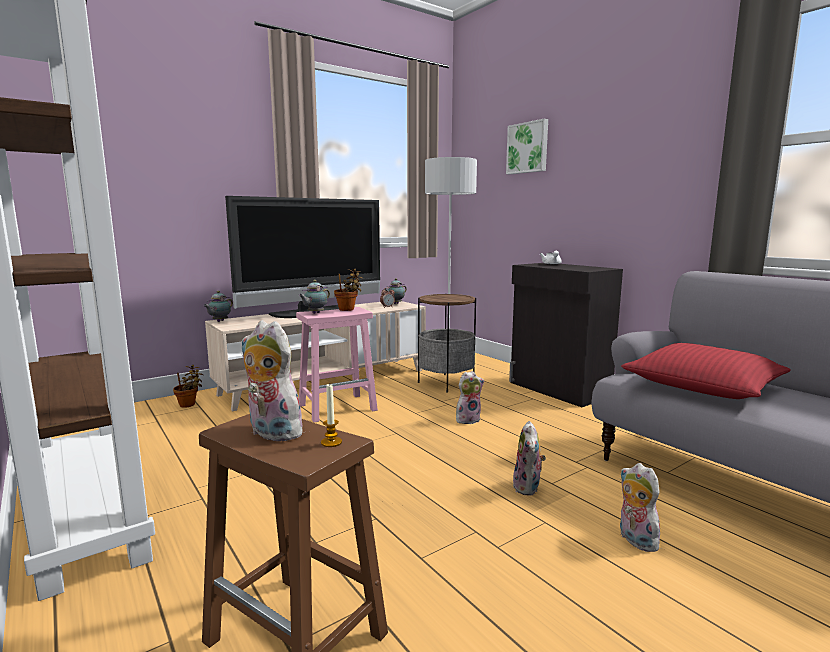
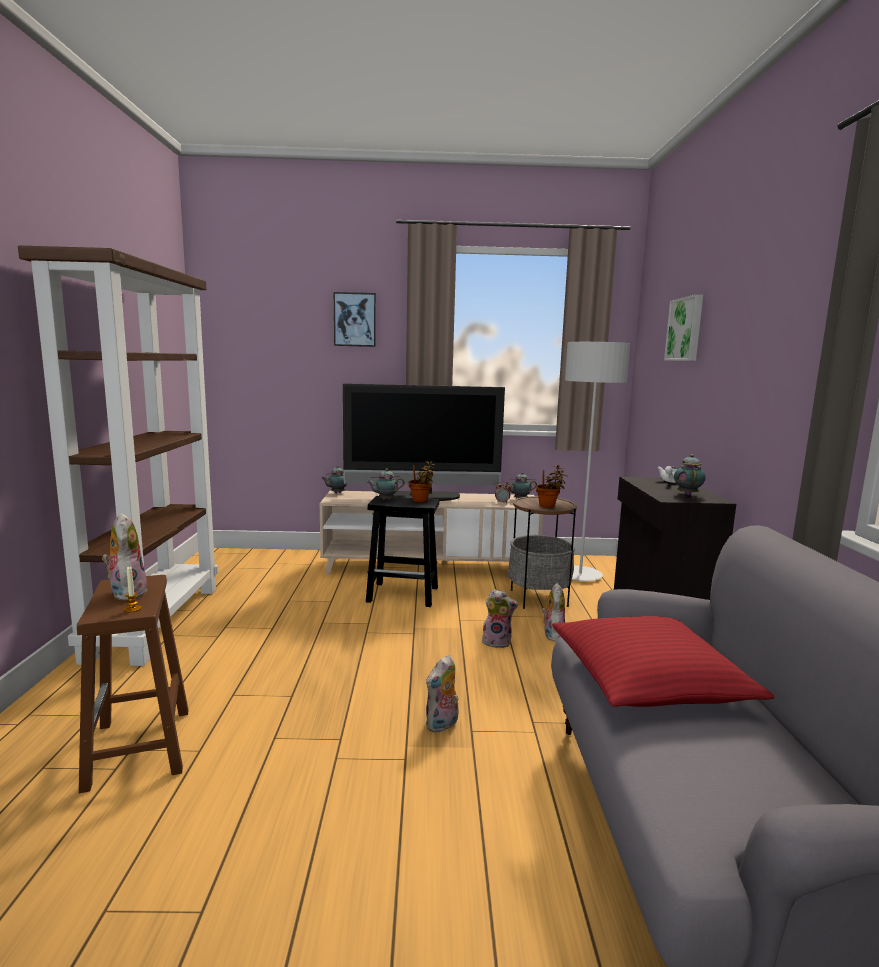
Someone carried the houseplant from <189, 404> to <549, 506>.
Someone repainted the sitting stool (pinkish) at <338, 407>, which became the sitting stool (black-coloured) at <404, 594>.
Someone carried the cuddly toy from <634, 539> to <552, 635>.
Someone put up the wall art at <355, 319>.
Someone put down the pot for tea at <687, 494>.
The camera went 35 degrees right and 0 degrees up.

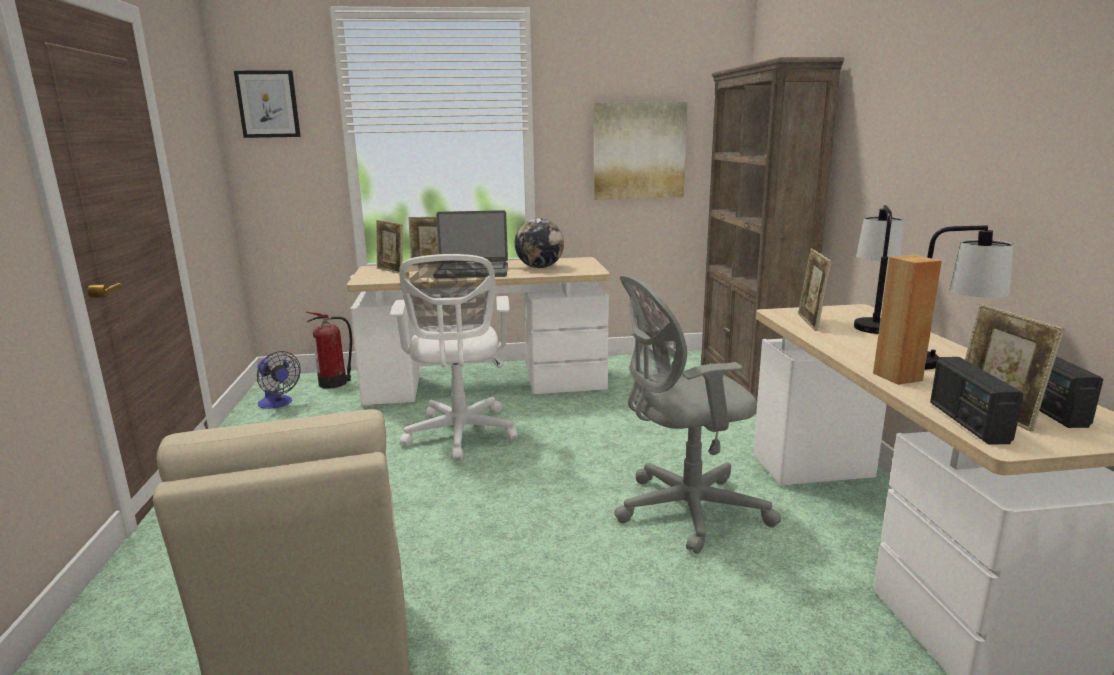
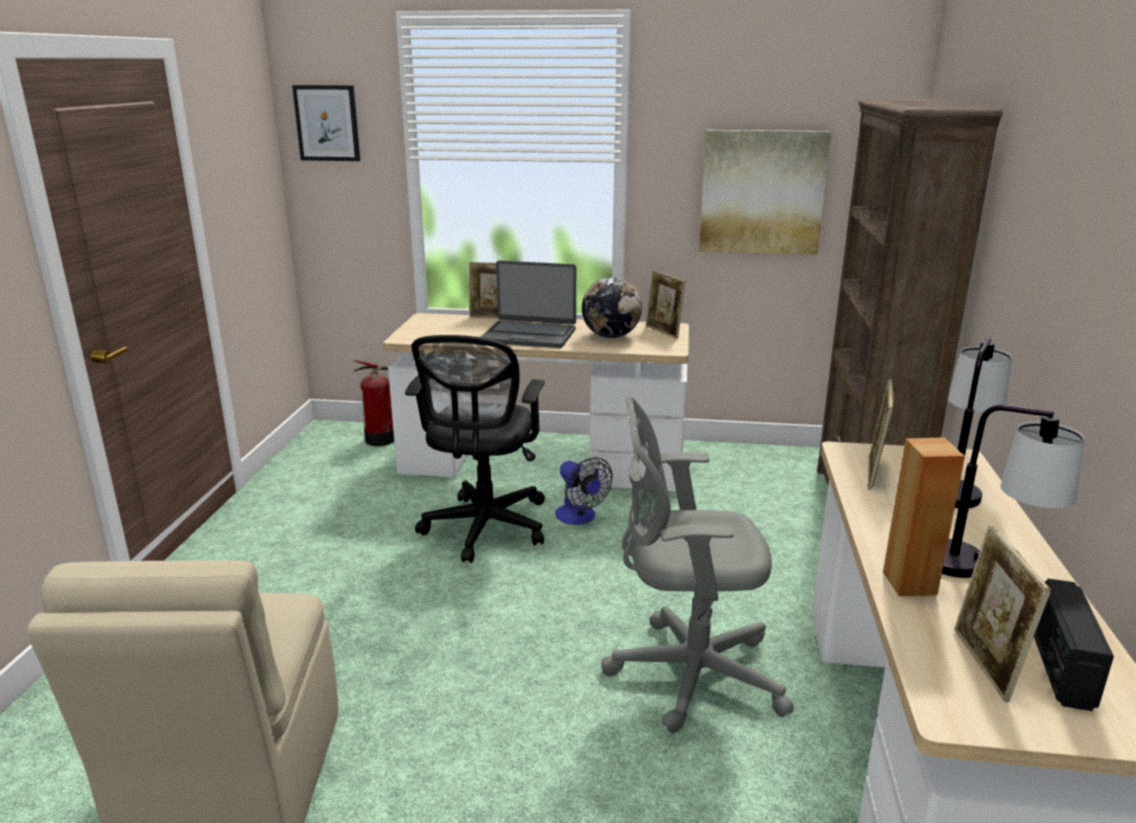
Someone carried the cooling fan from <278, 404> to <579, 518>.
Someone carried the standing frame from <391, 271> to <663, 332>.
Someone repainted the desk chair (whitish) at <460, 435>, which became the desk chair (black-coloured) at <484, 529>.
Someone took away the radio at <967, 422>.
The camera went 15 degrees right and 5 degrees up.

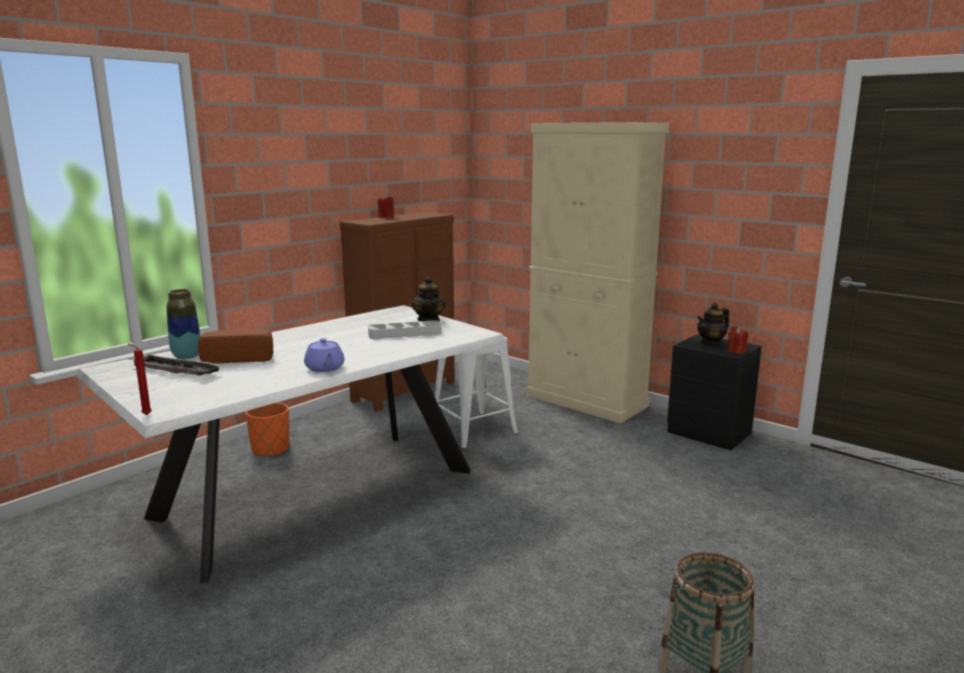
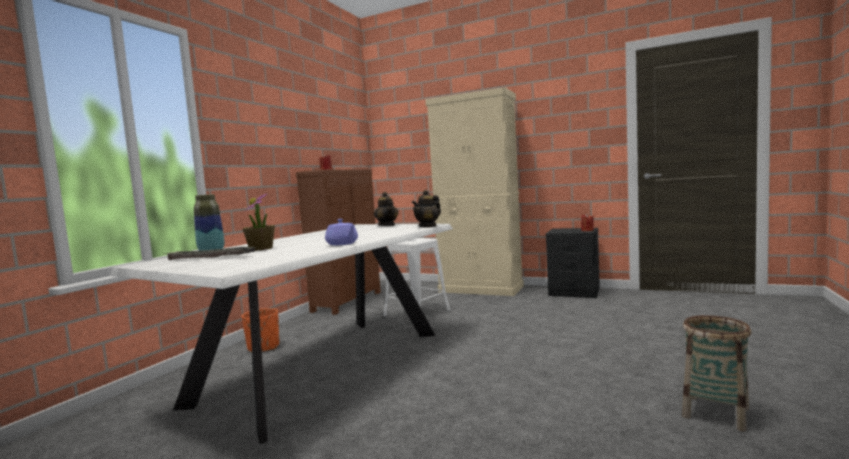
Someone took away the wax candle (reddish) at <145, 415>.
Someone swapped the bread at <239, 358> for the houseplant at <261, 248>.
Someone took away the carrying tray (greyish) at <405, 334>.
Someone carried the pot for tea from <711, 343> to <428, 226>.
The camera went 15 degrees left and 10 degrees down.

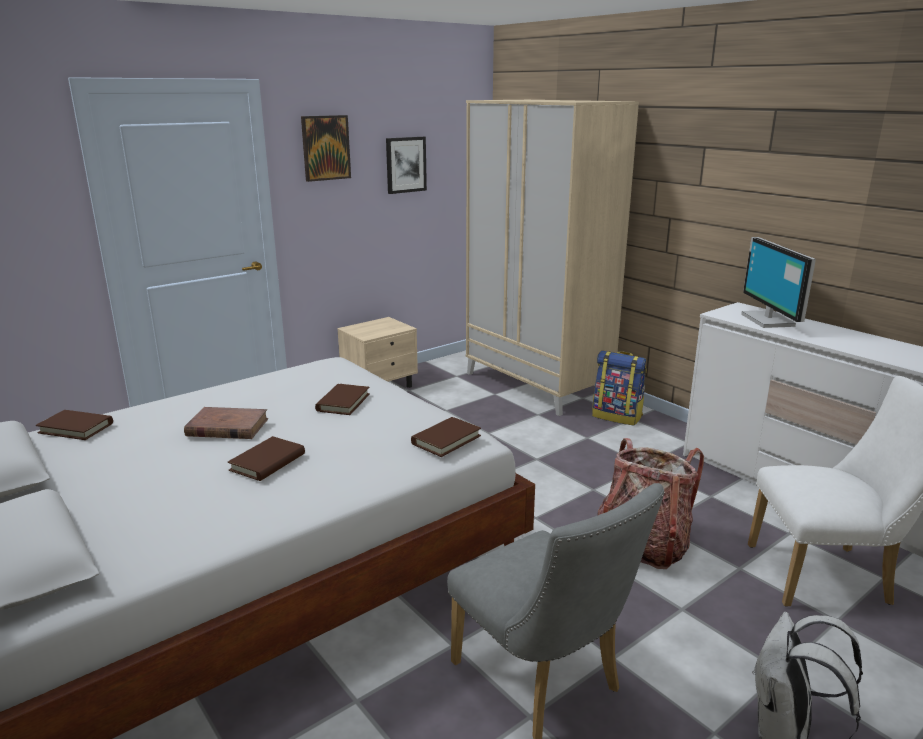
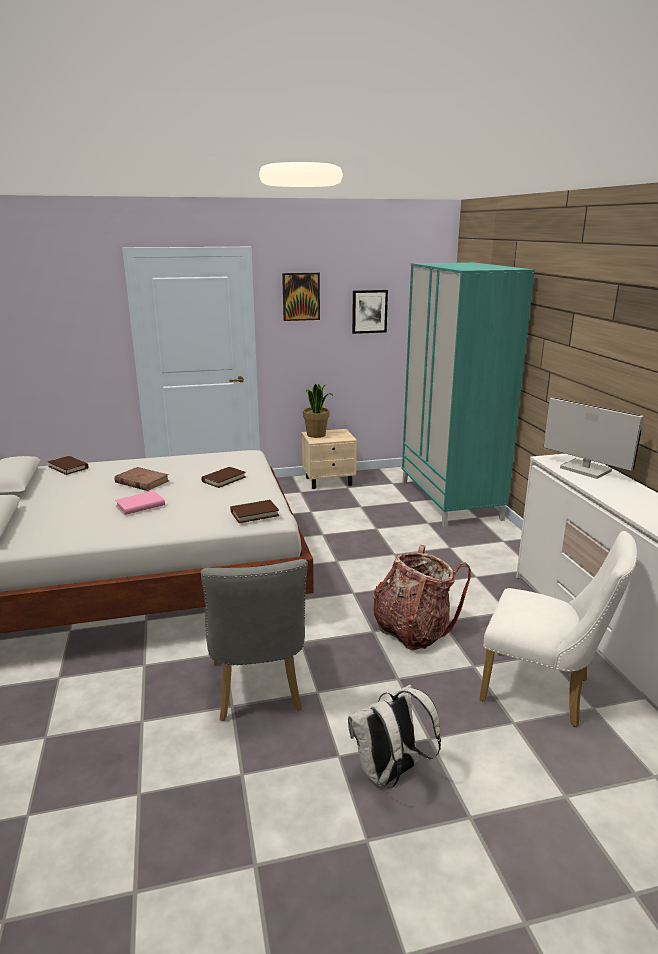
Someone repainted the volume (brownish) at <267, 462>, which became the volume (pinkish) at <140, 505>.
Someone repainted the armoire (beige) at <538, 384>, which became the armoire (blue-green) at <450, 500>.
Someone took away the knapsack at <617, 416>.
Someone rotated the computer display at <769, 320> by 120 degrees clockwise.
Someone put down the houseplant at <316, 435>.
The camera went 25 degrees right and 0 degrees up.

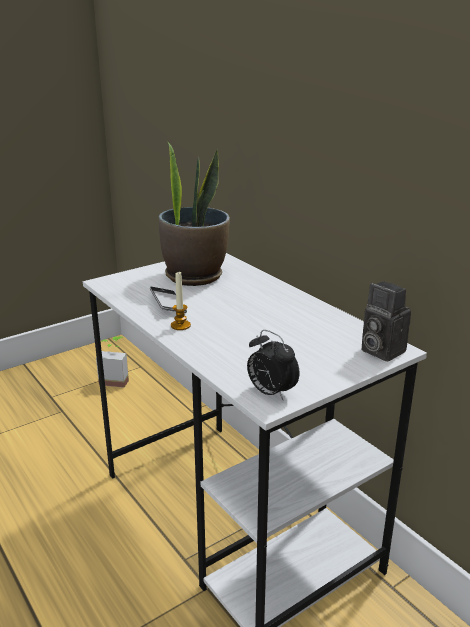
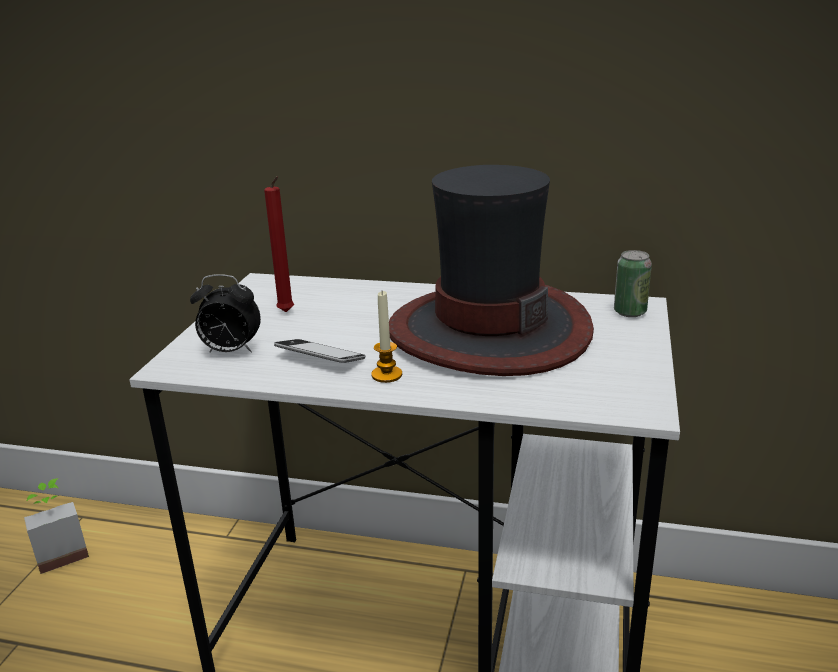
Someone swapped the houseplant at <194, 276> for the wax candle (reddish) at <287, 313>.
Someone carried the alarm clock from <270, 393> to <230, 351>.
Someone swapped the still camera at <379, 350> for the sealed can at <630, 312>.
Someone put down the clothing hat at <488, 330>.
The camera went 40 degrees left and 0 degrees up.

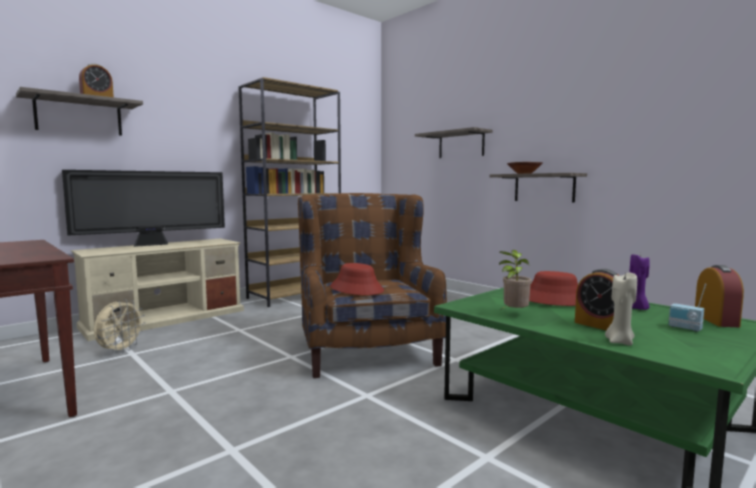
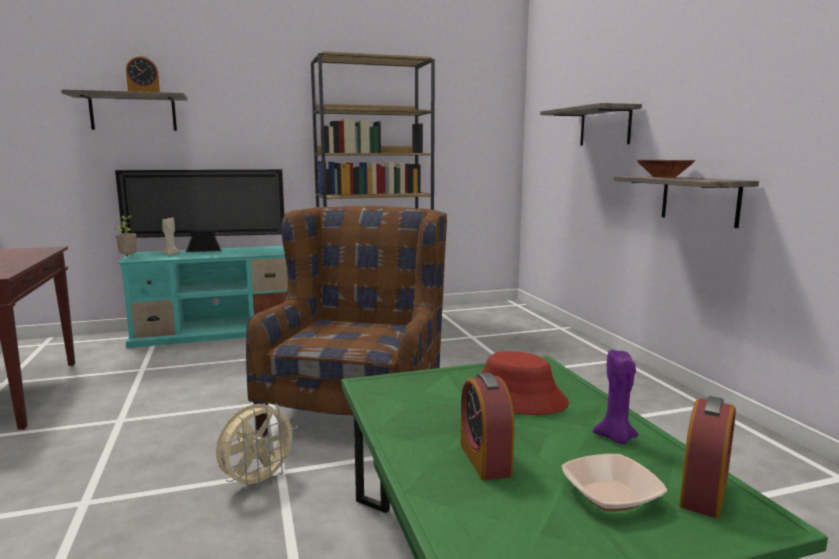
Someone repainted the media console (beige) at <166, 318>, which became the media console (blue-green) at <218, 331>.
Someone carried the cooling fan (beige) from <120, 350> to <258, 482>.
Someone took away the clothing hat (reddish) at <357, 289>.
Someone carried the houseplant from <513, 314> to <128, 258>.
Someone carried the wax candle (beige) from <619, 342> to <171, 254>.
Someone swapped the radio at <685, 328> for the deep dish at <611, 495>.
The camera went 25 degrees right and 5 degrees up.

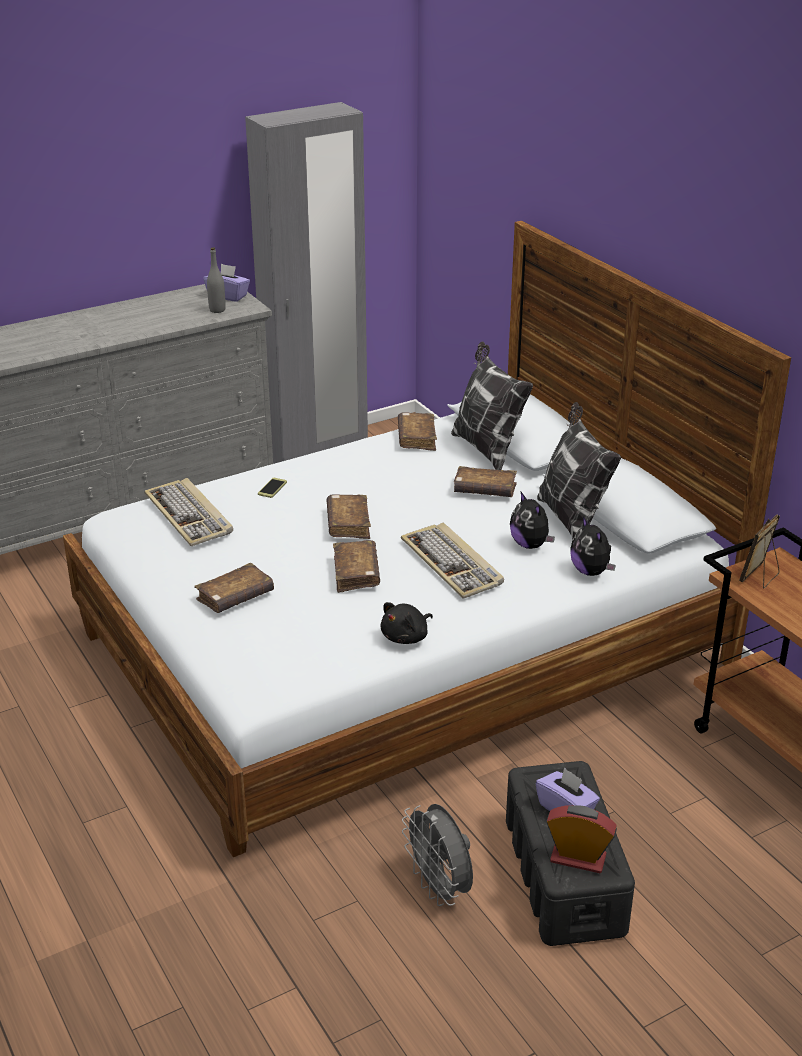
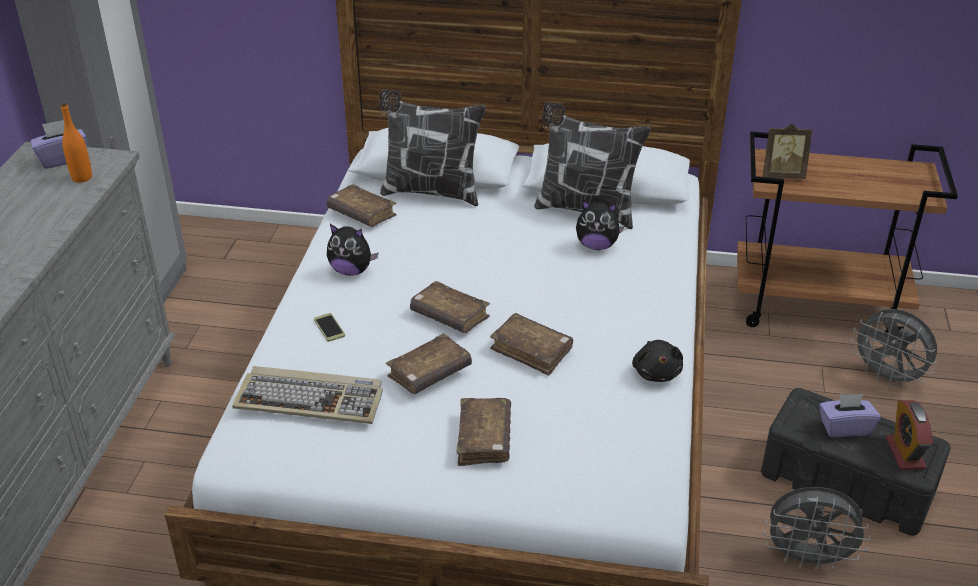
Someone repainted the beverage bottle (greyish) at <217, 310>, which became the beverage bottle (orange) at <82, 177>.
Someone took away the keyboard at <453, 564>.
Someone carried the volume (brownish) from <484, 490> to <429, 373>.
Someone rotated the alarm clock at <578, 858> by 60 degrees counterclockwise.
Someone carried the cuddly toy from <591, 571> to <351, 271>.
Someone rotated the standing frame at <760, 577> by 75 degrees counterclockwise.
Someone put down the cooling fan (greyish) at <888, 377>.
The camera went 50 degrees left and 5 degrees up.

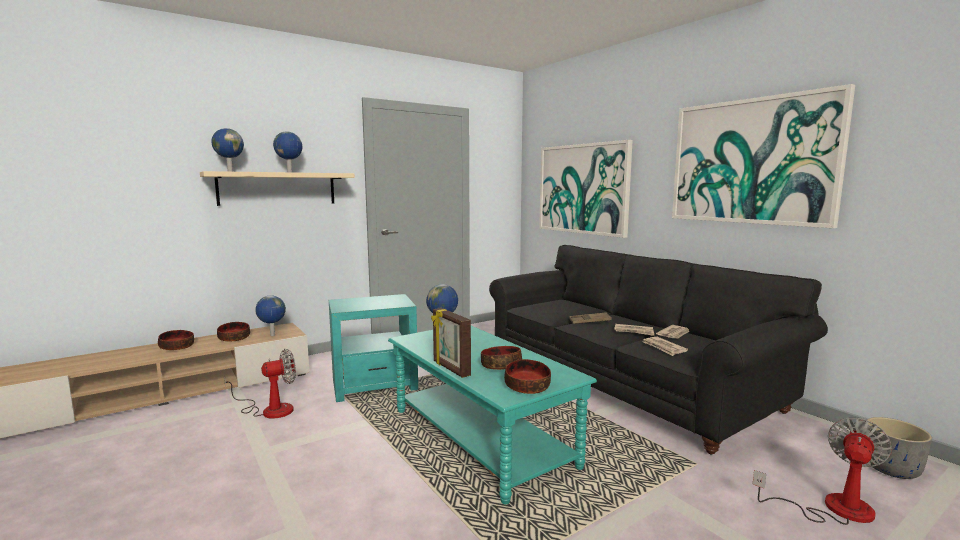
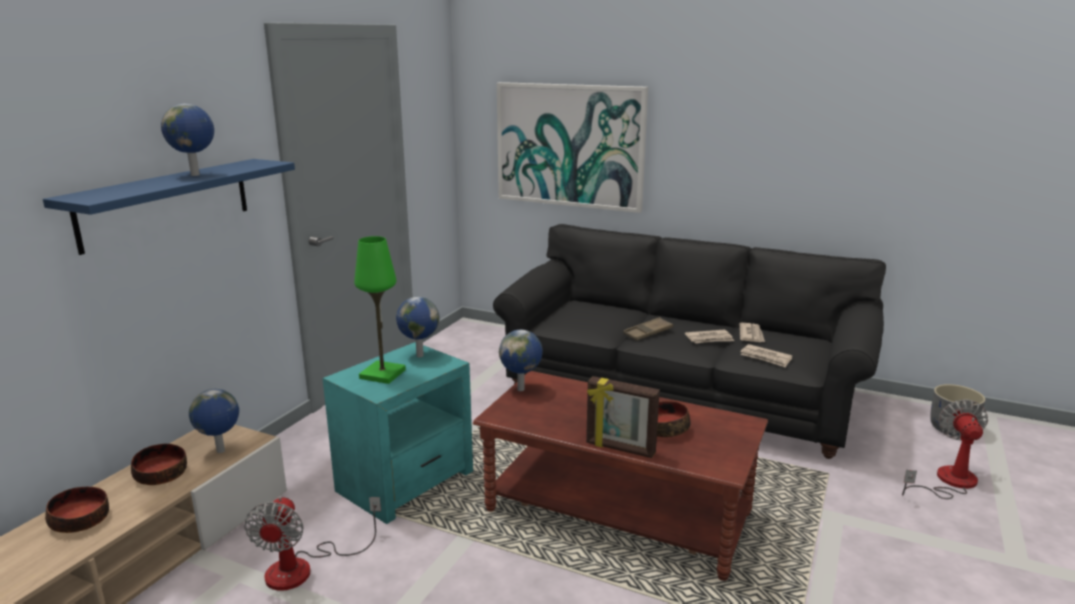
Someone repainted the shelf (beige) at <278, 188>, which became the shelf (bluish) at <167, 203>.
Someone carried the desk globe from <230, 171> to <419, 355>.
Someone rotated the cooling fan at <269, 410> by 150 degrees clockwise.
Someone repainted the coffee table (blue-green) at <480, 437>, which became the coffee table (brownish) at <617, 512>.
Someone took away the deep dish at <526, 386>.
Someone took away the wall art at <751, 161>.
Someone put down the lamp for a table (green-coloured) at <382, 374>.
The camera went 30 degrees left and 10 degrees up.

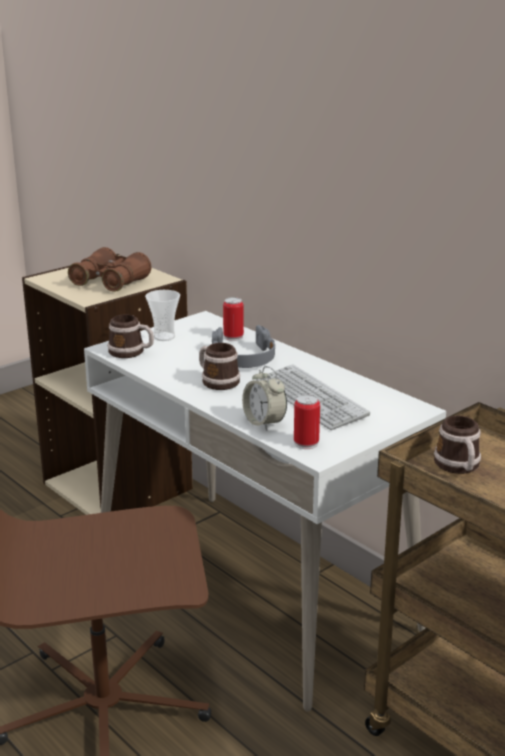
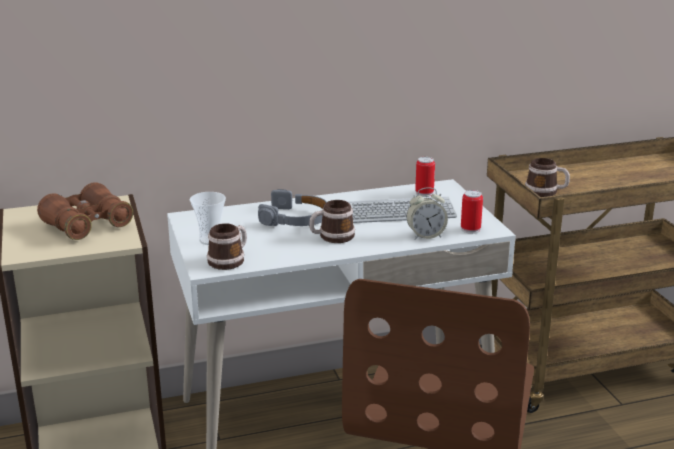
Someone carried the sealed can from <233, 337> to <424, 193>.
The camera went 65 degrees left and 0 degrees up.

